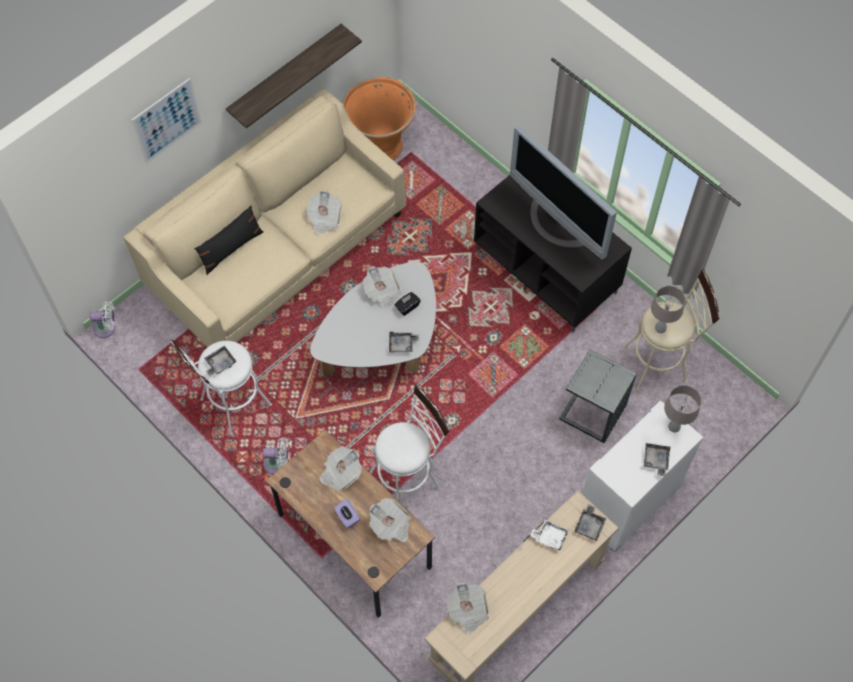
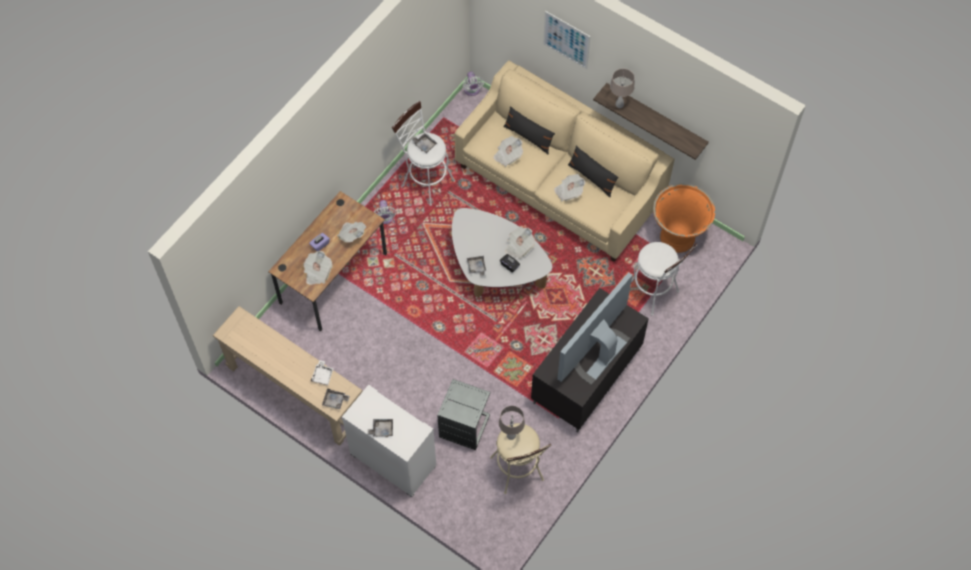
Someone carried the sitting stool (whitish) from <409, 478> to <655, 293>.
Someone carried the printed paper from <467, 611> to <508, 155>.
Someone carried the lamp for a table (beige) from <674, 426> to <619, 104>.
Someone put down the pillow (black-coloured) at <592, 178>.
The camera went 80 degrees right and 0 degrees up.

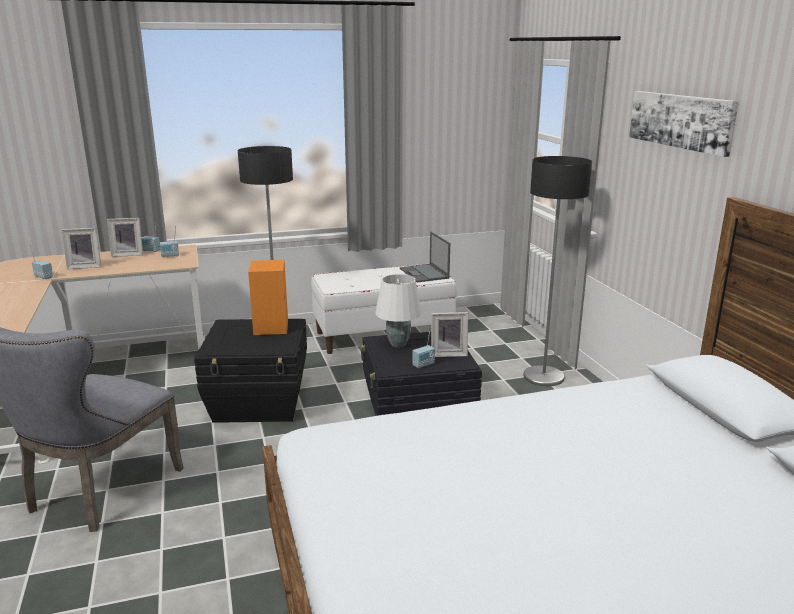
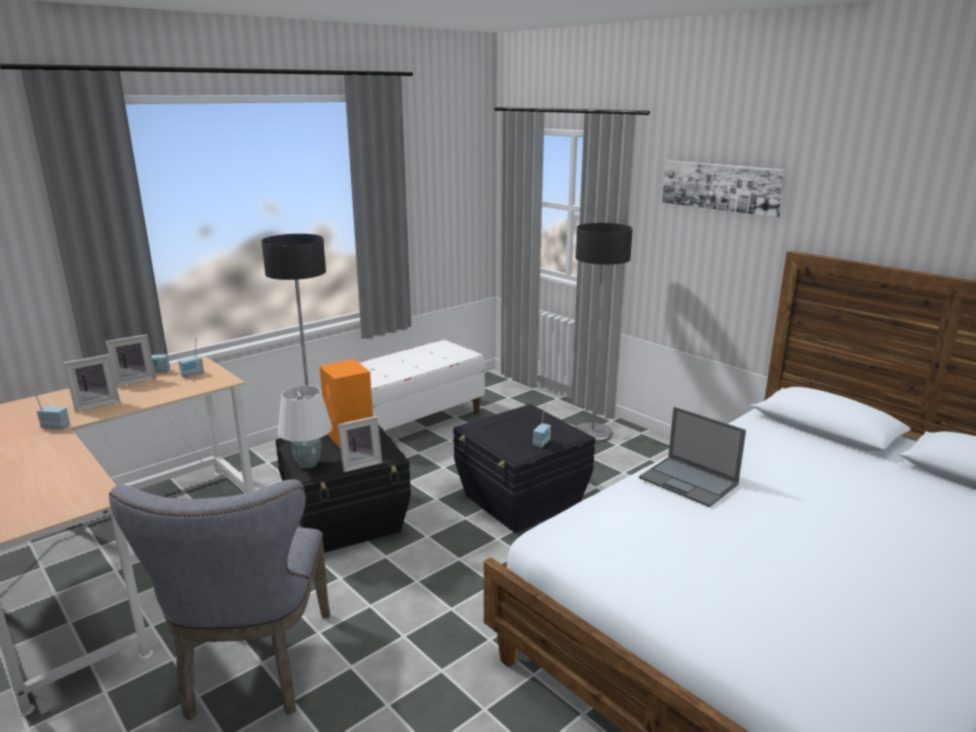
Someone carried the lamp for a table (whitish) from <398, 344> to <308, 464>.
Someone carried the laptop from <424, 273> to <689, 481>.
Someone carried the standing frame from <448, 353> to <360, 464>.
The camera went 25 degrees left and 0 degrees up.

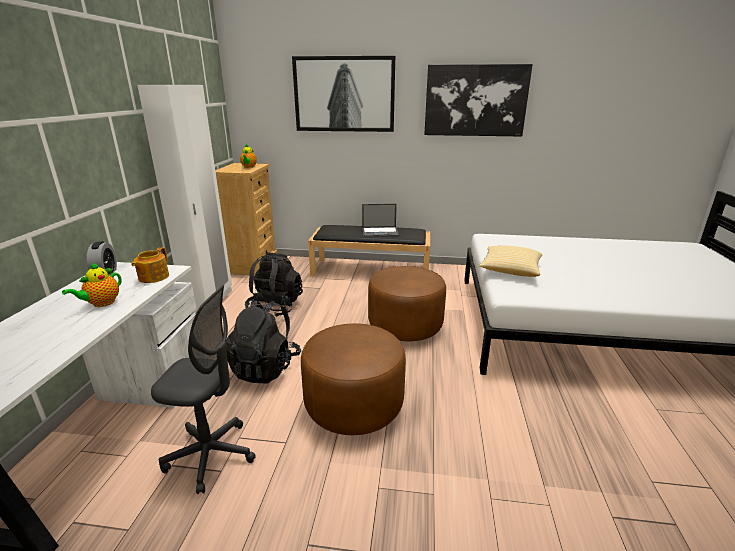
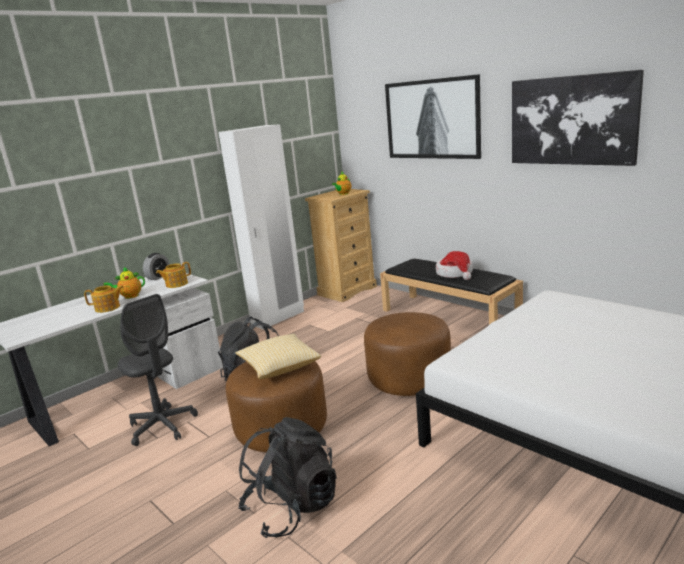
Someone carried the knapsack (black-coloured) from <275, 307> to <292, 508>.
Someone swapped the laptop at <380, 232> for the clothing hat at <455, 273>.
Someone carried the pillow from <510, 270> to <279, 366>.
Someone put down the pot for tea at <108, 308>.
The camera went 40 degrees right and 5 degrees down.

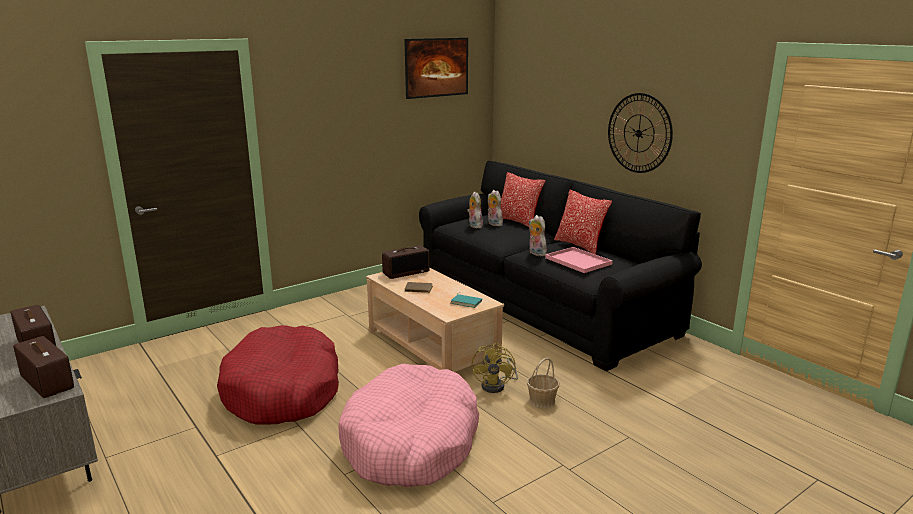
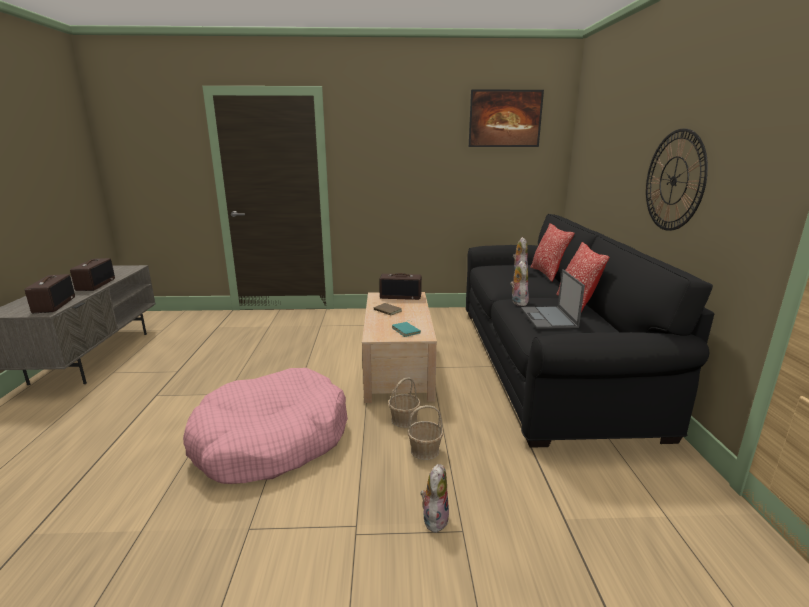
Someone took away the dog cushion (reddish) at <283, 391>.
Someone carried the cuddly toy from <474, 226> to <434, 518>.
Someone swapped the cooling fan (yellow) at <497, 385> for the storage basket at <404, 420>.
Someone swapped the carrying tray (pinkish) at <579, 261> for the laptop at <549, 318>.
The camera went 35 degrees right and 0 degrees up.

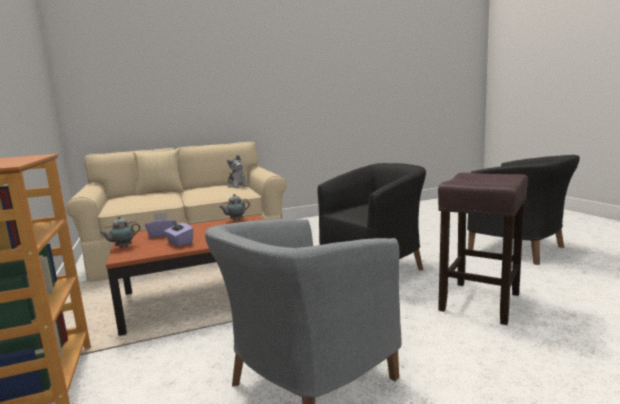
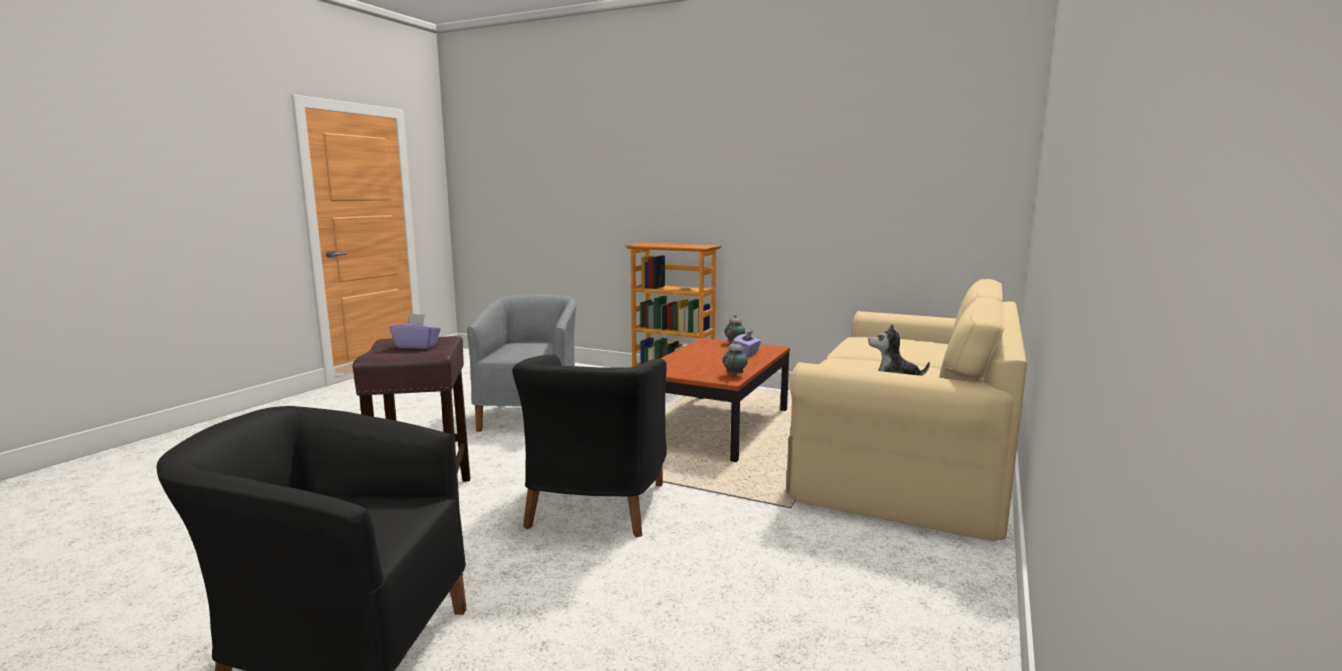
Someone took away the pillow at <161, 192>.
Someone carried the box of tissues (purple-coloured) from <179, 243> to <417, 346>.
The camera went 135 degrees right and 0 degrees up.

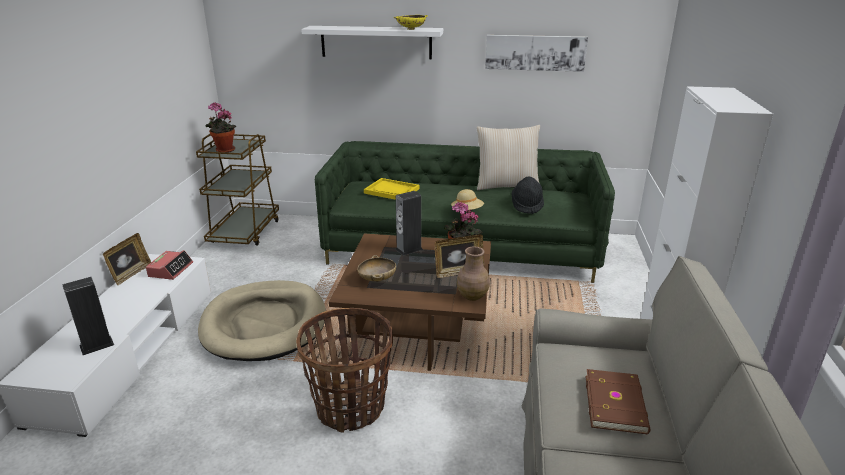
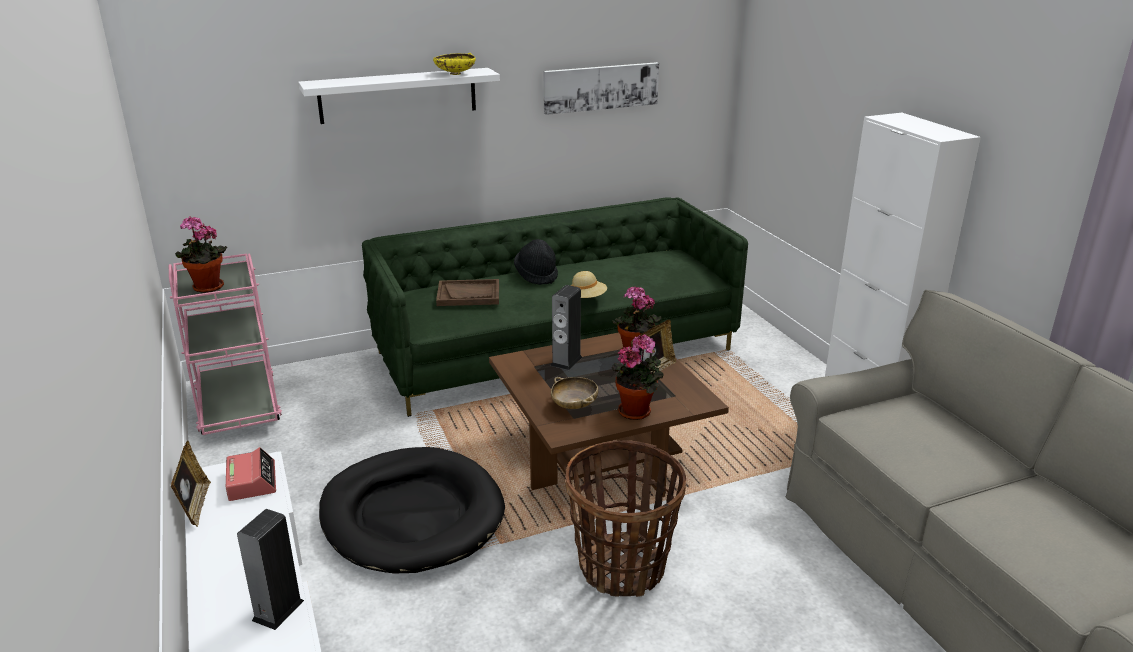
Someone repainted the trolley (brownish) at <245, 232>, which became the trolley (pinkish) at <238, 407>.
Someone repainted the dog cushion (beige) at <264, 324>, which became the dog cushion (black-coloured) at <412, 515>.
Someone repainted the carrying tray (yellow) at <392, 191>, which became the carrying tray (brownish) at <468, 294>.
Someone took away the vase (brownish) at <472, 296>.
Someone took away the pillow (beige) at <506, 185>.
Someone carried the clothing hat (black-coloured) from <527, 206> to <536, 275>.
Someone took away the volume (brownish) at <616, 403>.
Someone put down the houseplant at <637, 411>.
The camera went 30 degrees left and 0 degrees up.

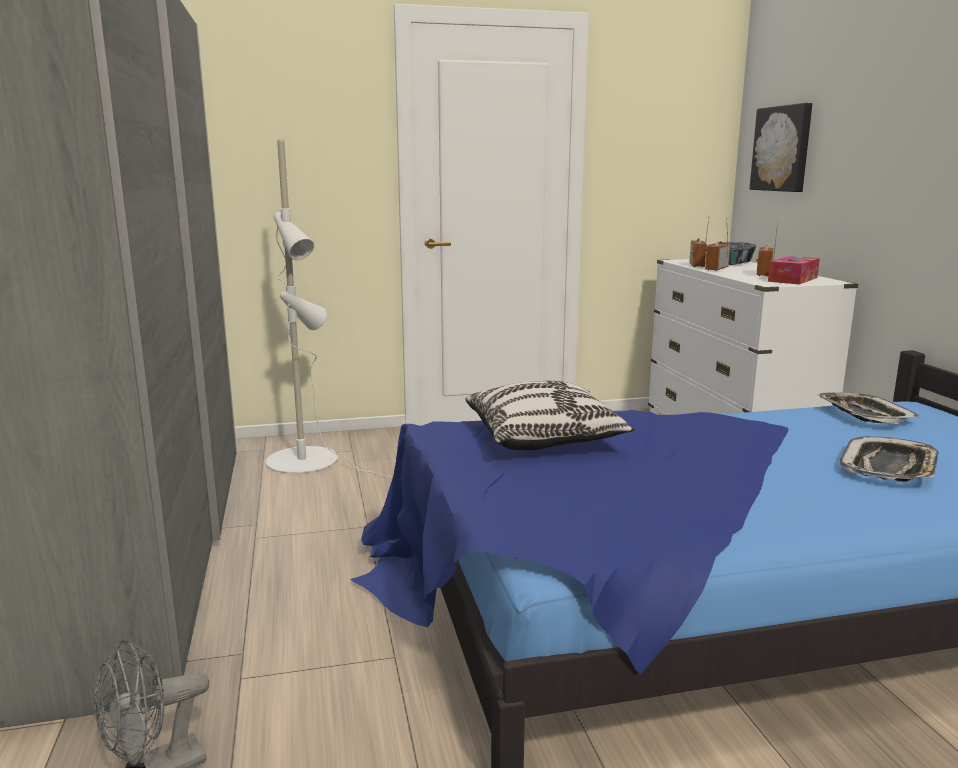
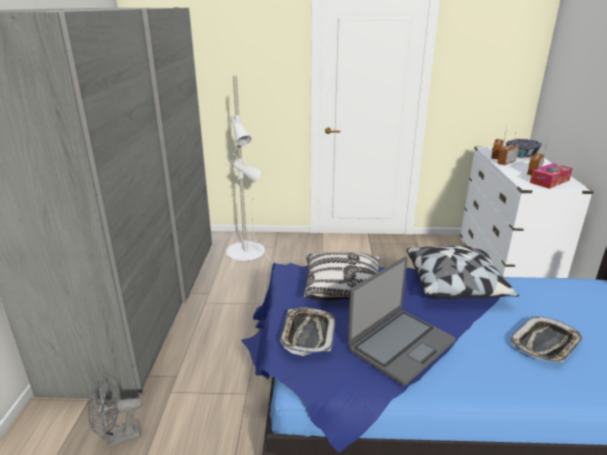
Someone took away the wall art at <783, 149>.
Someone carried the carrying tray from <863, 414> to <308, 334>.
Someone put down the laptop at <400, 345>.
Someone put down the pillow at <456, 285>.
The camera went 15 degrees right and 10 degrees up.

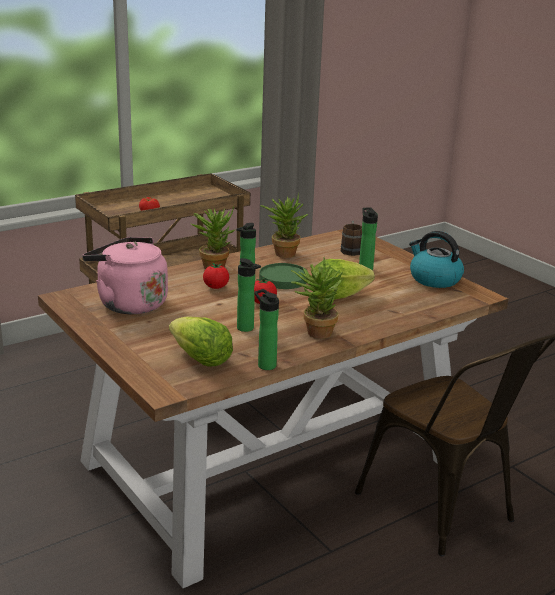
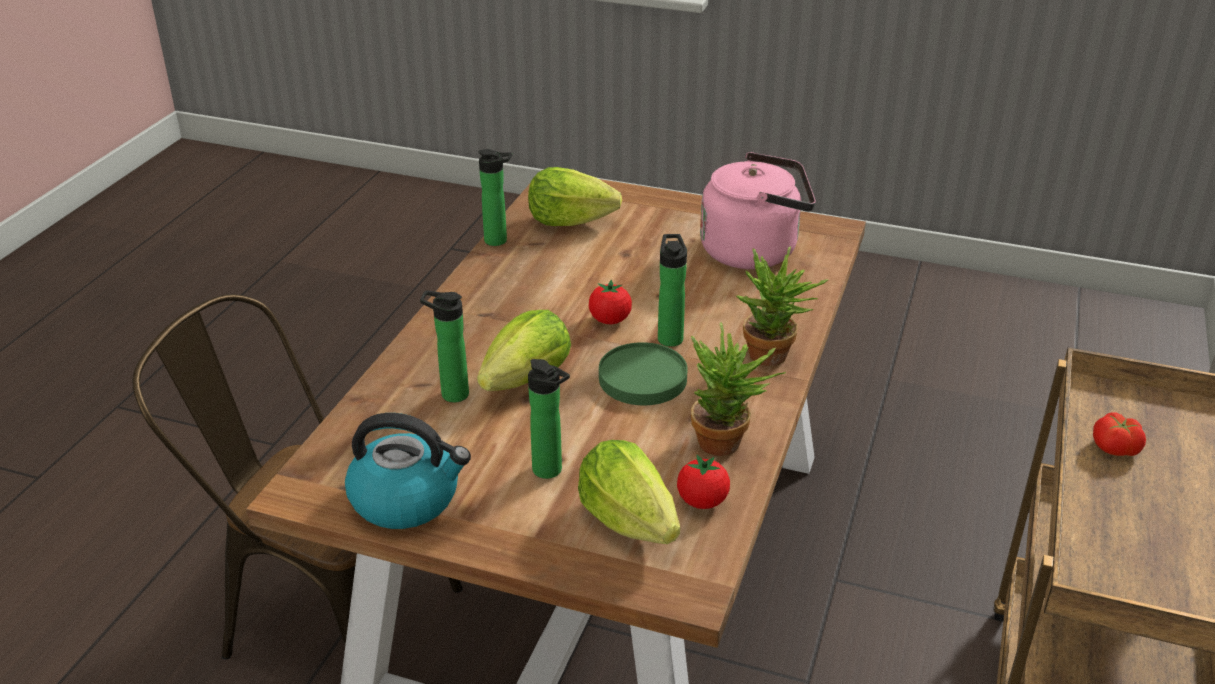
Someone carried the fresh tomato from <216, 287> to <702, 501>.
Someone carried the beverage bottle from <247, 329> to <450, 394>.
Someone took away the houseplant at <314, 331>.
Someone swapped the mug (brownish) at <351, 249> for the lettuce at <629, 520>.
The camera went 145 degrees right and 10 degrees up.

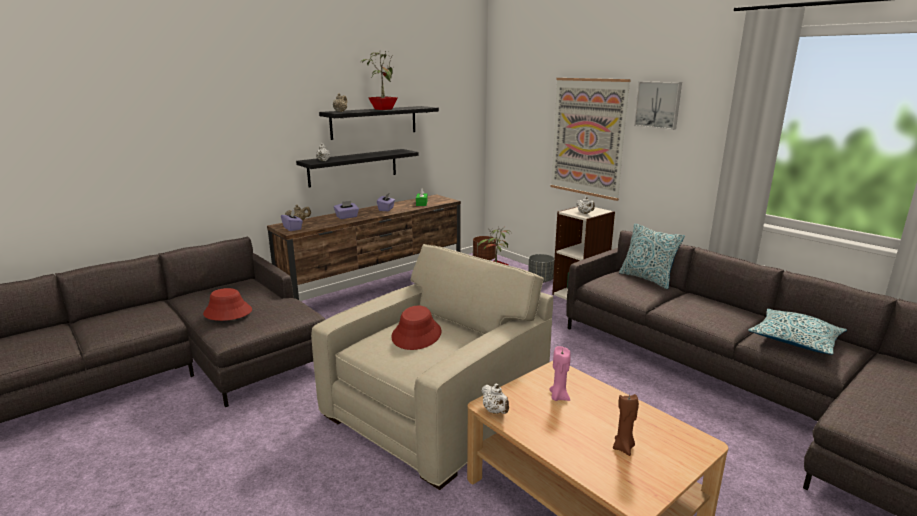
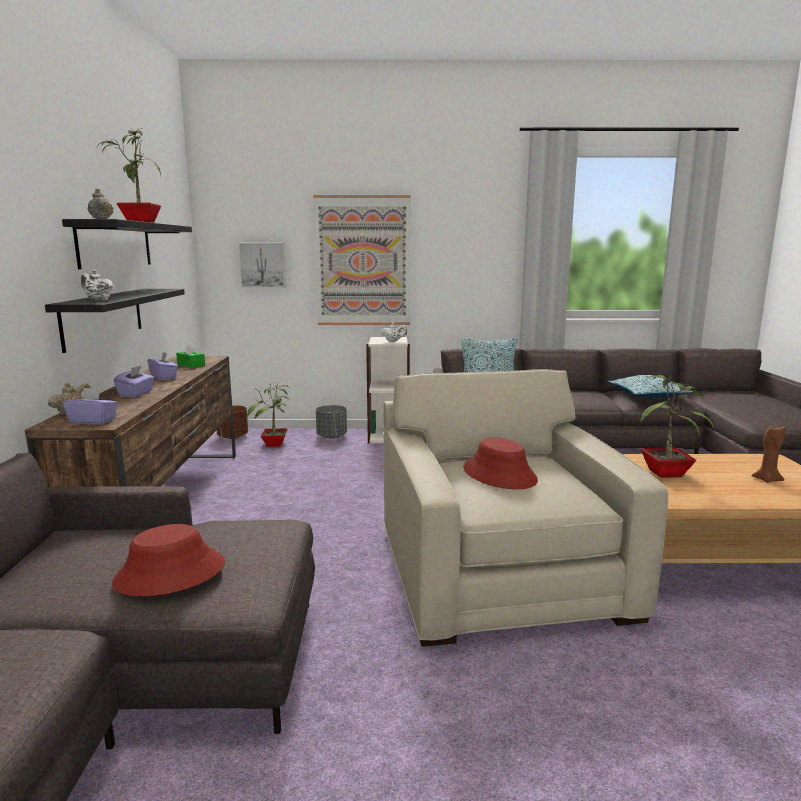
Someone took away the pot for tea (whitish) at <495, 411>.
Someone swapped the wax candle (pinkish) at <558, 397> for the houseplant at <667, 473>.
Someone carried the wall art from <658, 104> to <262, 265>.
The camera went 50 degrees left and 5 degrees down.

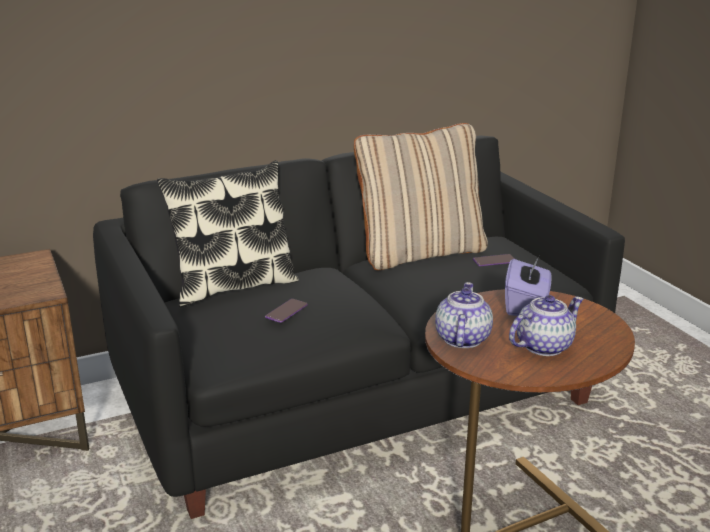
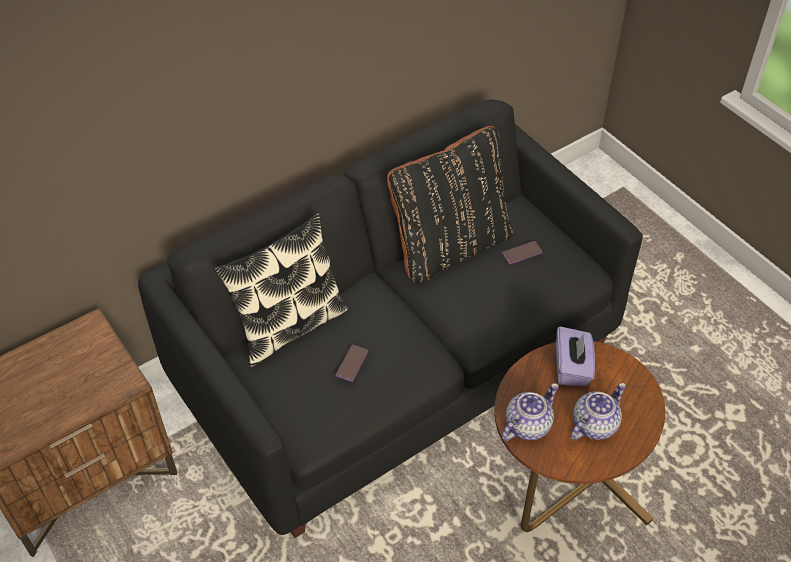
Someone repainted the pillow (beige) at <420, 253>, which became the pillow (black-coloured) at <450, 246>.
Someone rotated the pot for tea at <461, 338> by 45 degrees clockwise.
The camera went 10 degrees left and 25 degrees up.

